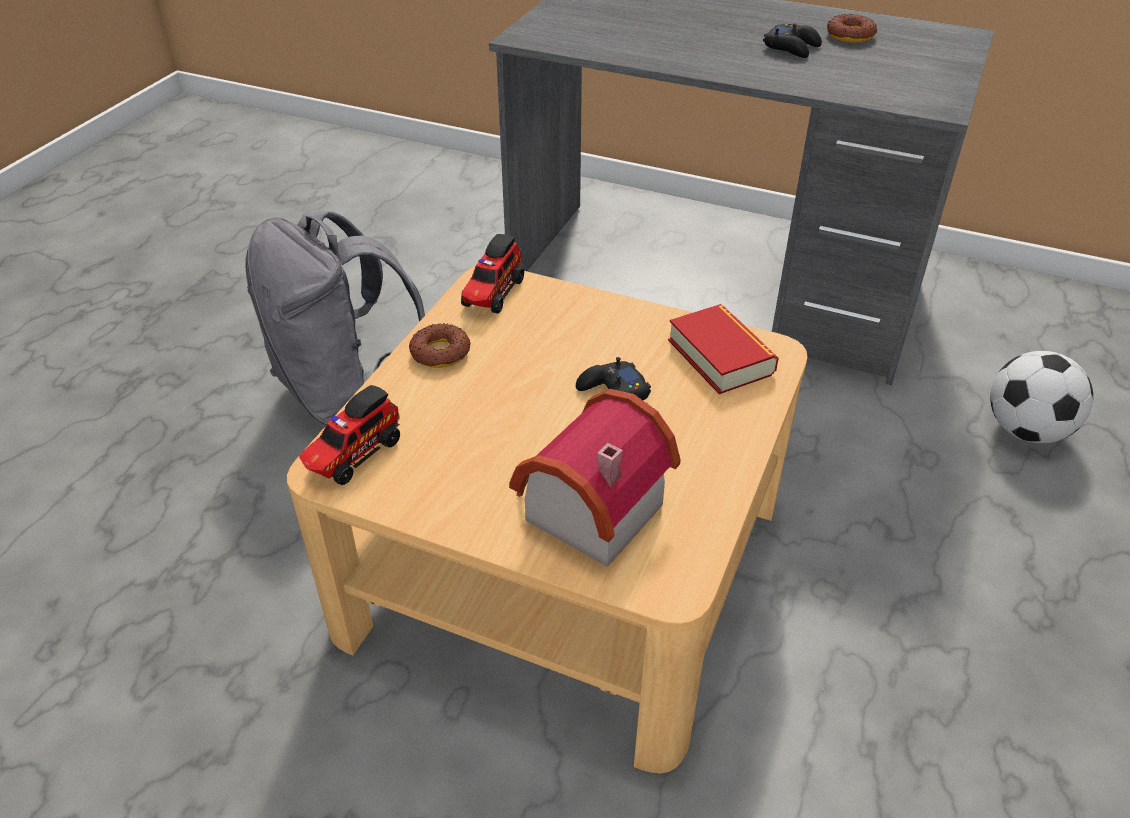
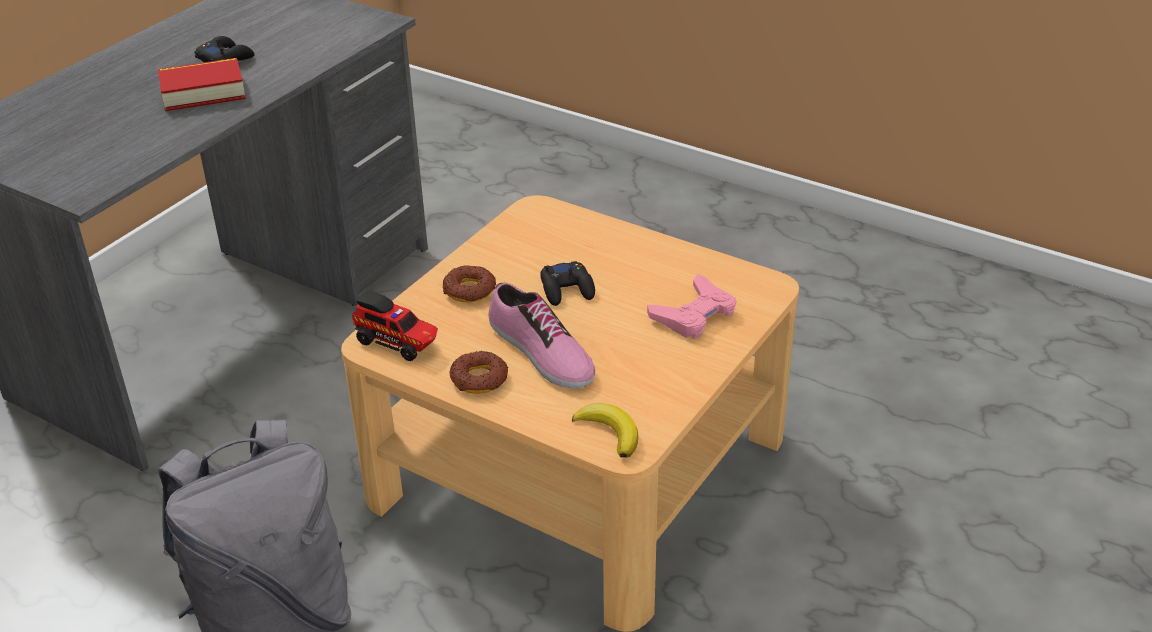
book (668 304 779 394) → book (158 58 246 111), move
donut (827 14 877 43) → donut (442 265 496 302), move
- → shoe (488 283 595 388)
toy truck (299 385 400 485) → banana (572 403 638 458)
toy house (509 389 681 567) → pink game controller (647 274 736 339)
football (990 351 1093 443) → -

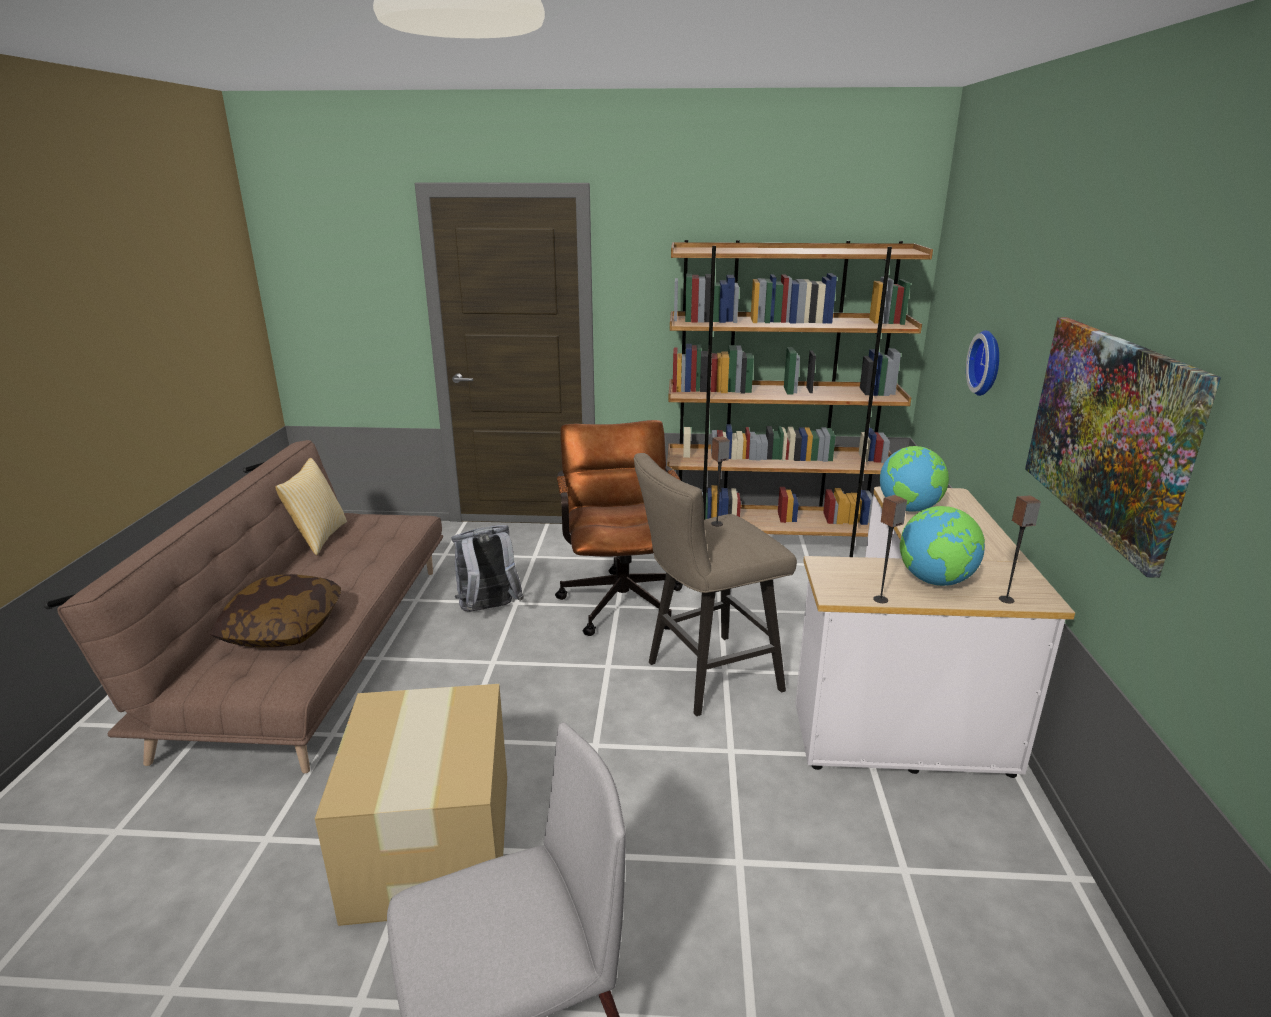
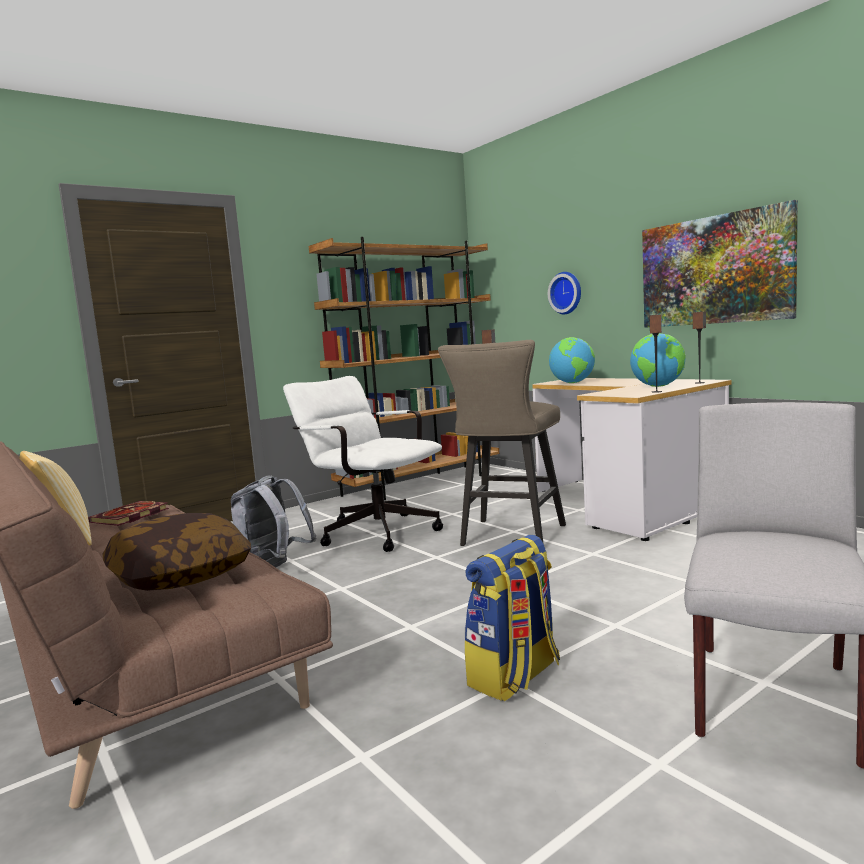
- → book (88 501 169 526)
brown office chair (555 420 683 636) → white office chair (283 376 443 552)
cardboard box (315 684 507 926) → backpack (465 534 560 702)

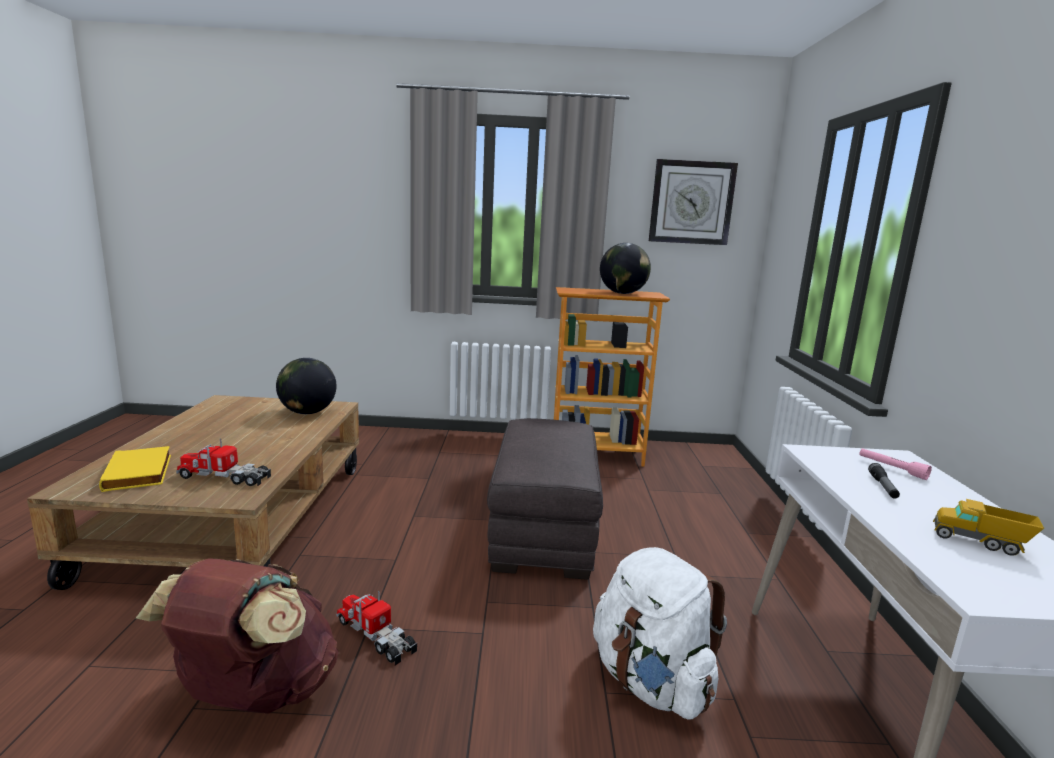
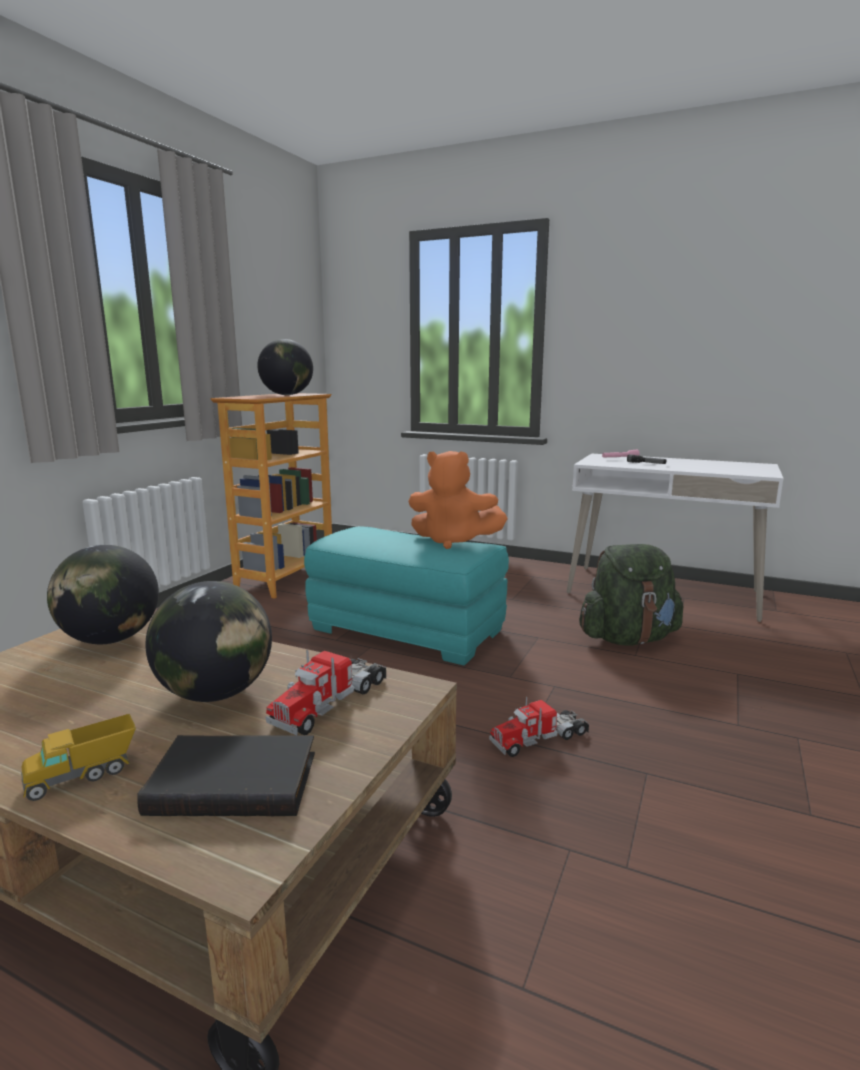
toy truck (933 499 1044 556) → toy truck (21 714 136 801), move
yellow book (99 446 171 492) → black book (137 735 315 816)
- → globe (145 581 272 702)
grey ottoman (487 418 603 580) → turquoise ottoman (304 526 509 666)
- → orange plush toy (408 451 508 549)
white backpack (593 547 727 720) → green backpack (579 544 683 645)
brown backpack (136 558 339 714) → -
wall clock (649 159 738 245) → -

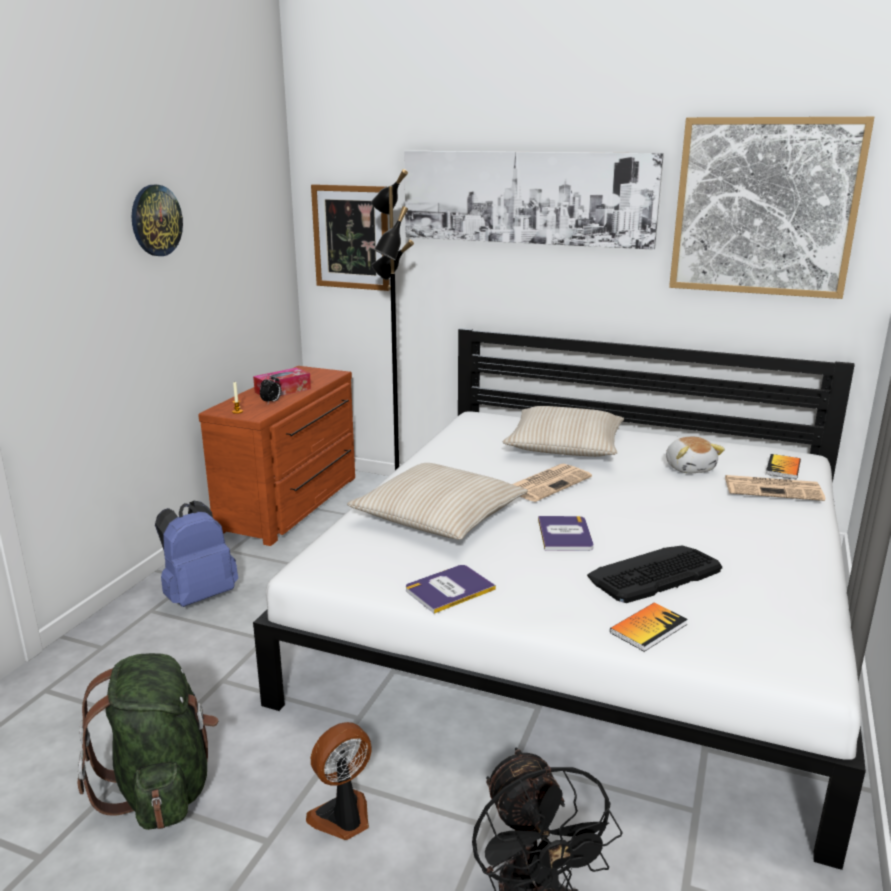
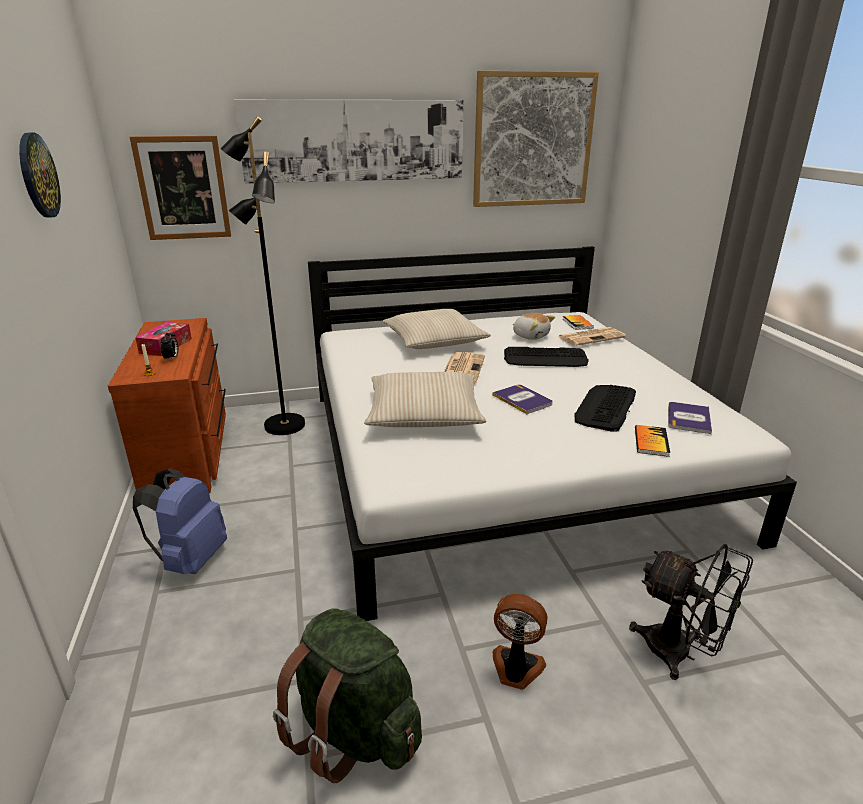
fan (306 722 371 840) → fan (493 594 548 690), 90 degrees clockwise
- → keyboard (504 347 589 367)
book (406 565 496 614) → book (668 402 712 434), move

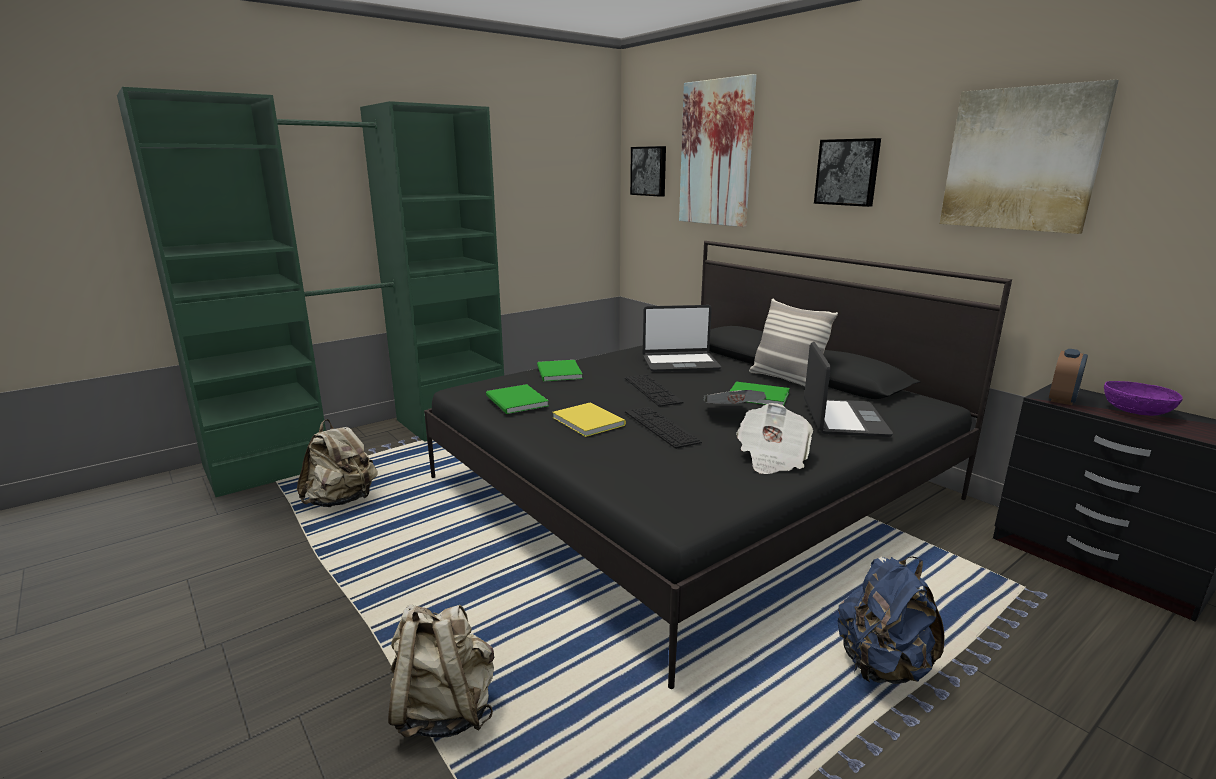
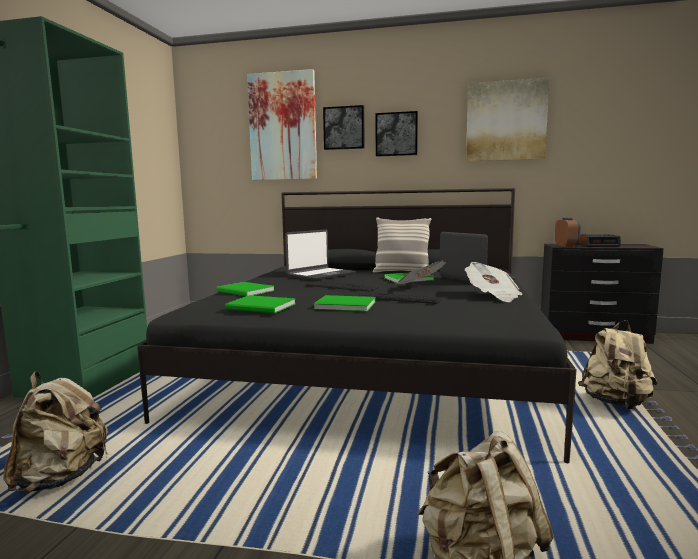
yellow book (552 402 626 437) → green book (313 295 376 312)
picture (630 146 666 197) → picture (323 105 365 150), move
purple bowl (1104 381 1183 416) → alarm clock (578 234 621 247)
blue backpack (837 557 944 684) → beige backpack (578 320 657 409)

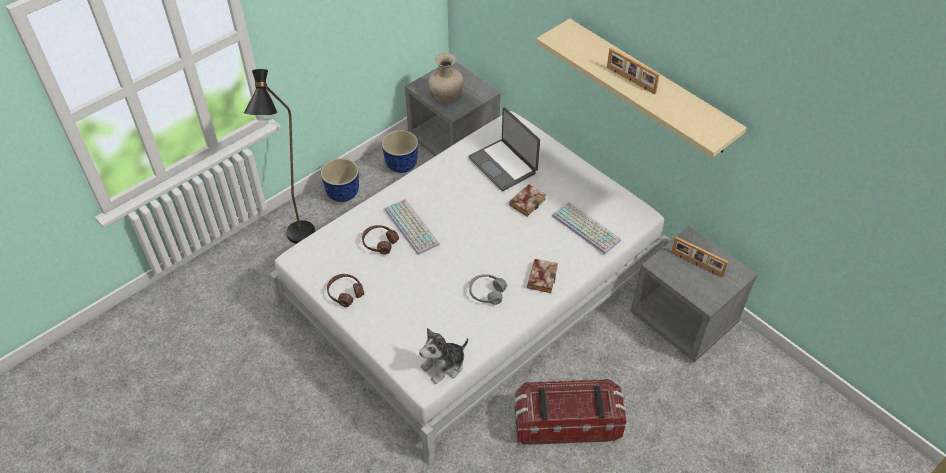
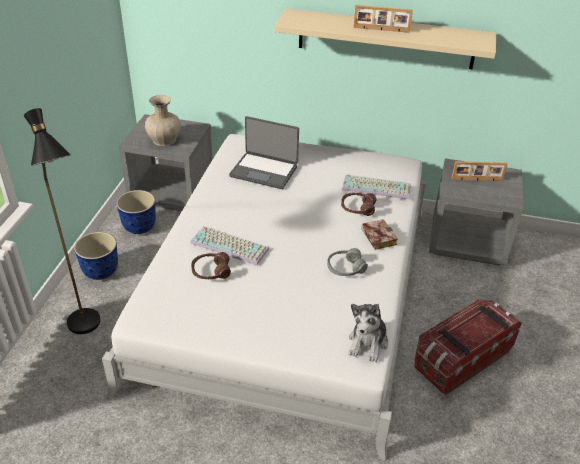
brown headphones (327 274 364 307) → brown headphones (341 193 376 216), move
book (509 184 546 216) → -

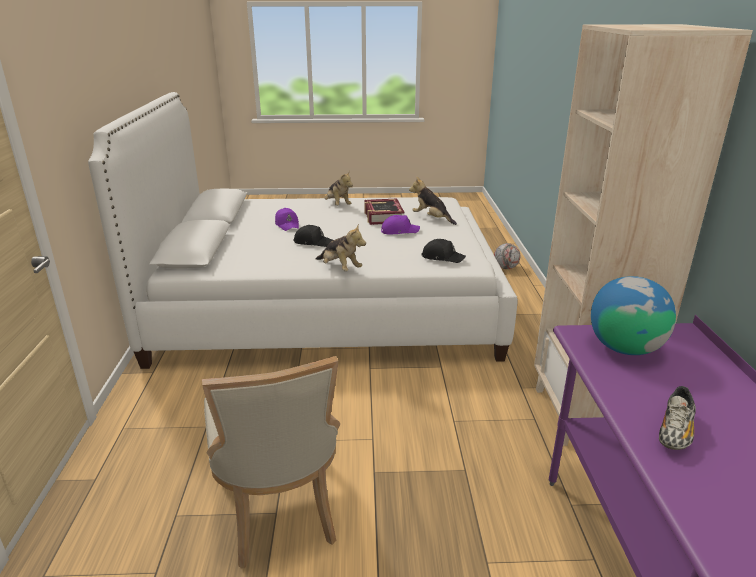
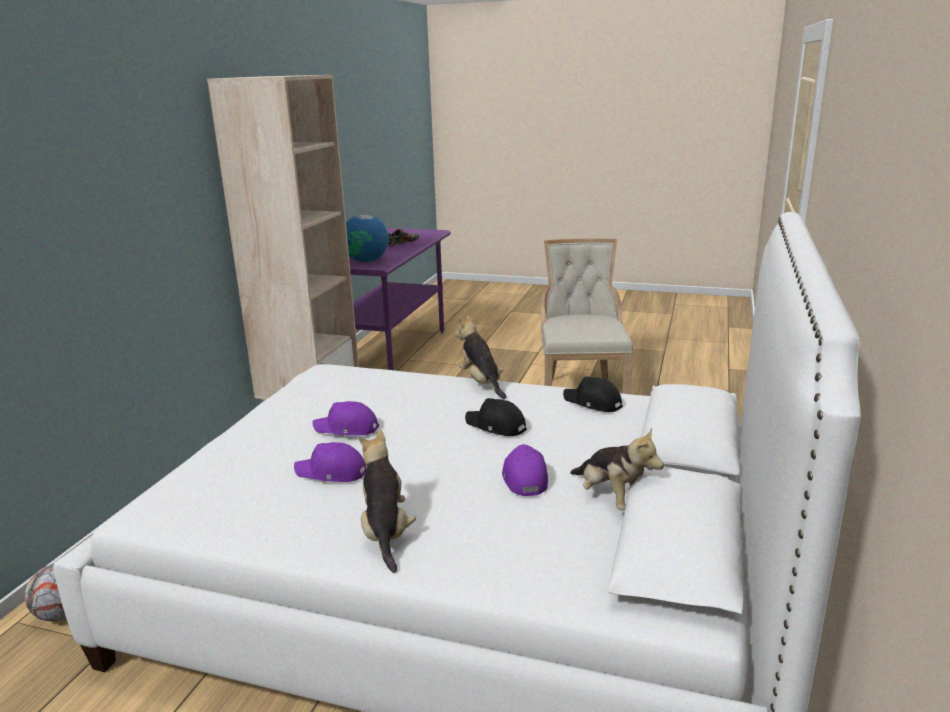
book (364 199 404 225) → purple cap (294 442 367 482)
black cap (421 239 466 263) → black cap (563 377 623 412), move
plush toy (409 177 457 225) → plush toy (570 428 664 510), move

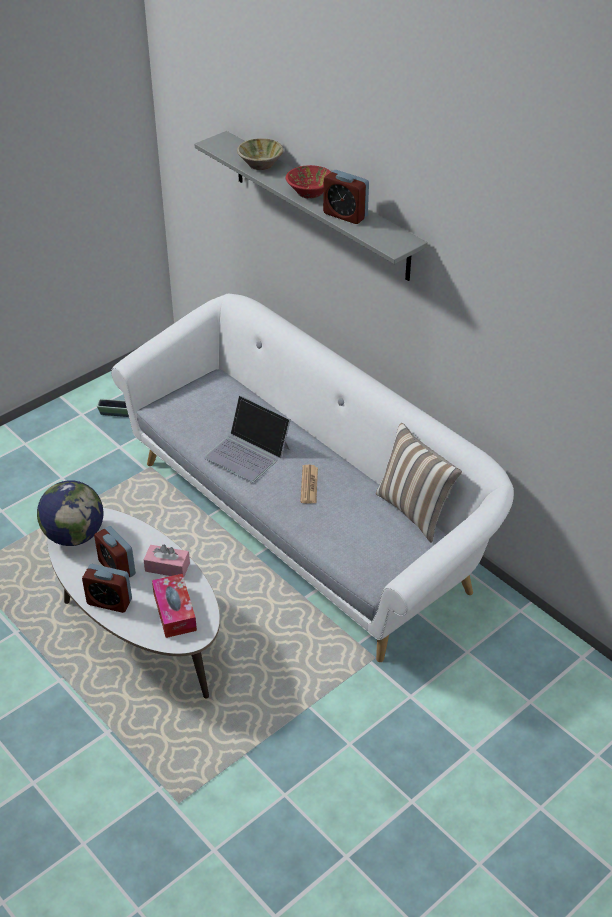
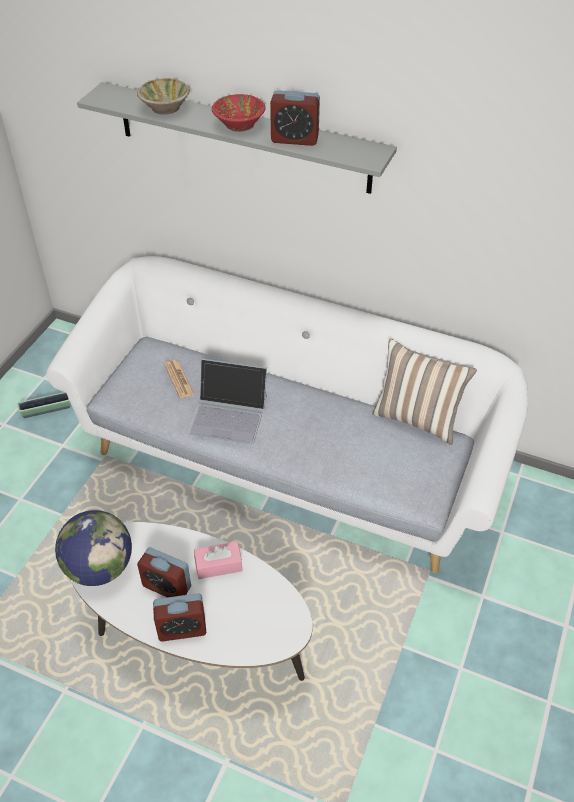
newspaper (300 465 318 503) → newspaper (164 360 195 398), move
tissue box (152 574 197 638) → -

